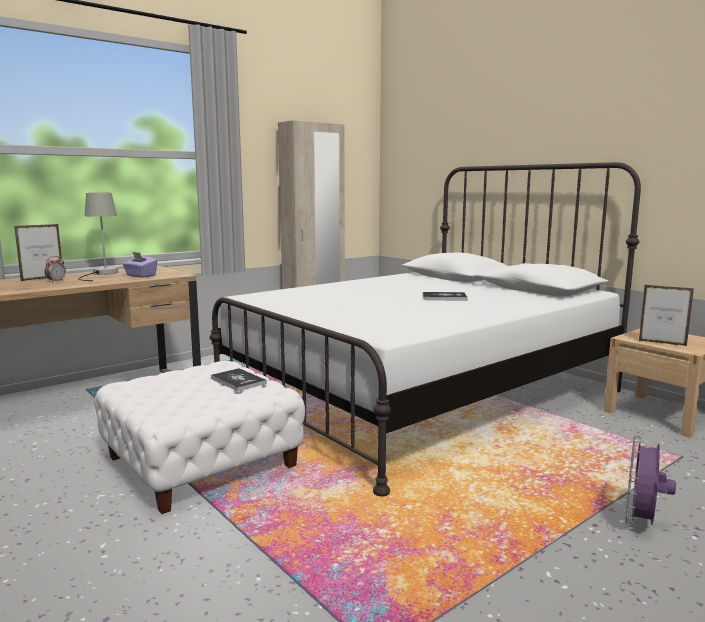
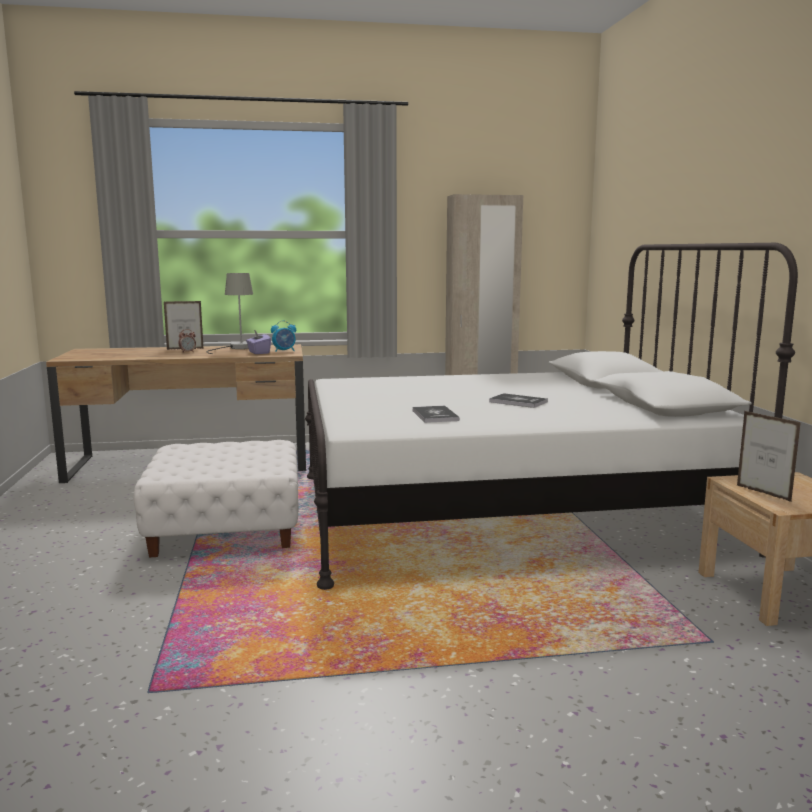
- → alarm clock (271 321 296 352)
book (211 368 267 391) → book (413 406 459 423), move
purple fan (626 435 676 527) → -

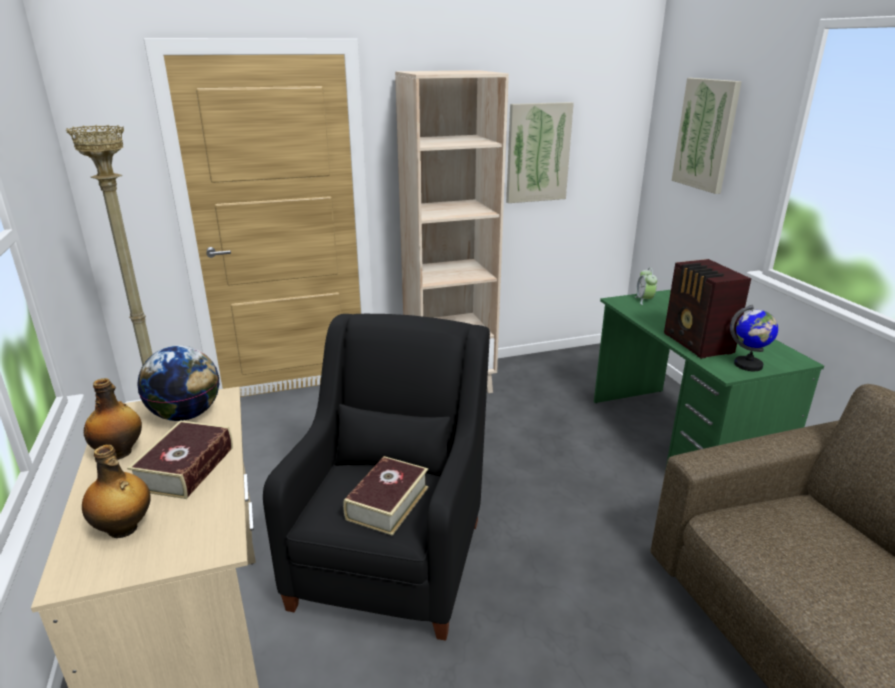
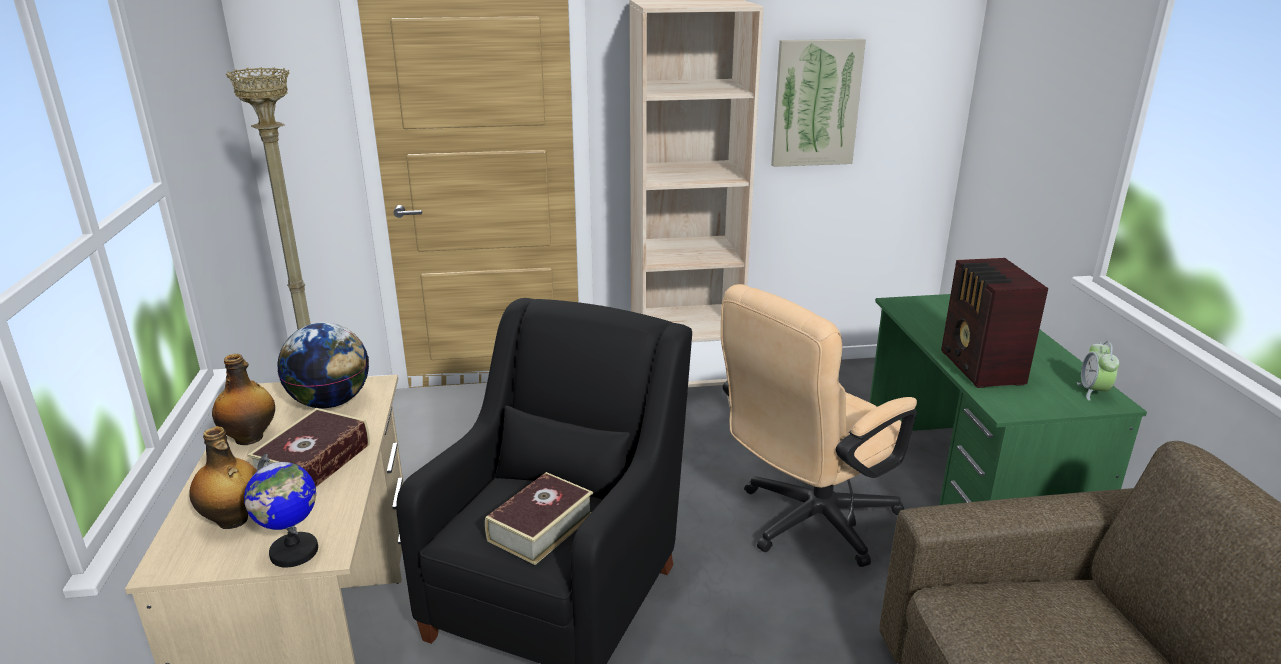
globe (730 305 778 371) → globe (244 454 318 568), move
- → beige office chair (721 284 917 567)
alarm clock (635 268 657 305) → alarm clock (1077 341 1120 401), move
picture (672 78 742 194) → -

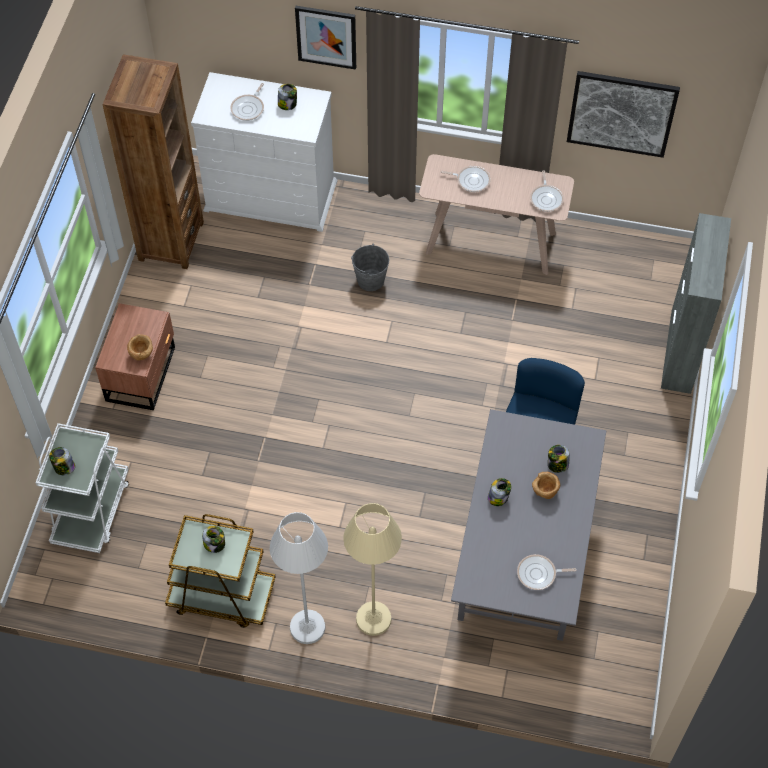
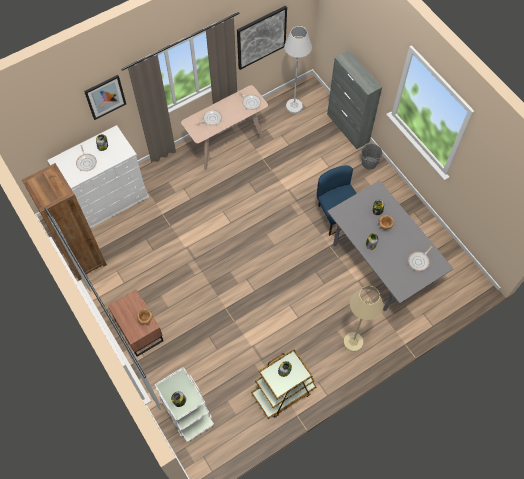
white floor lamp (270 512 328 644) → white floor lamp (284 26 312 113), move
grey bucket (351 244 389 291) → grey bucket (361 144 382 170), move

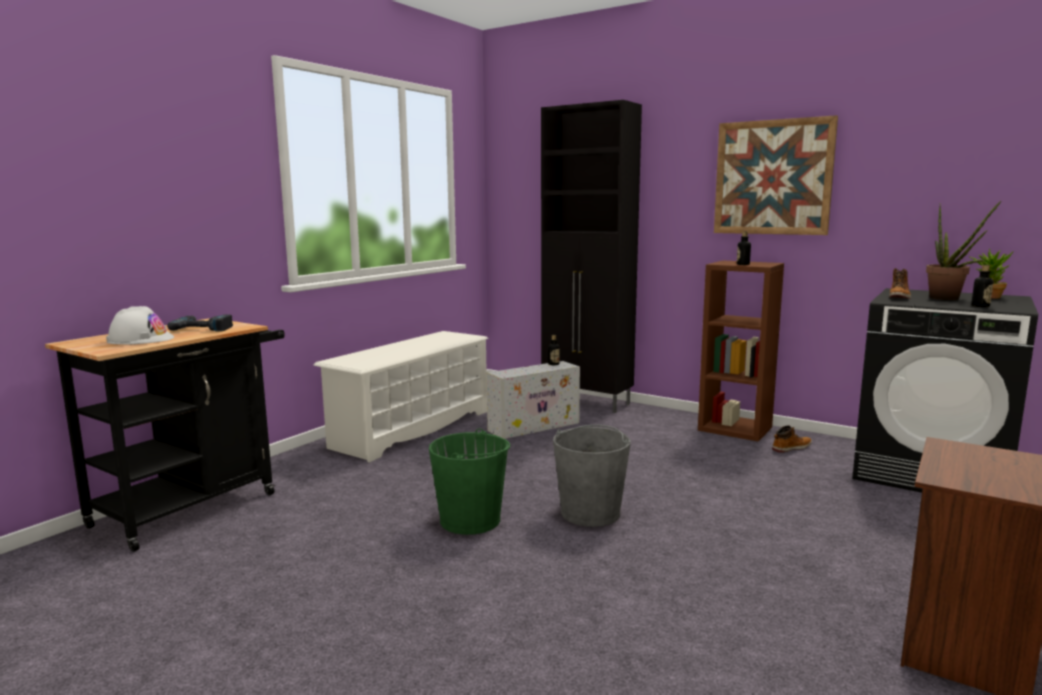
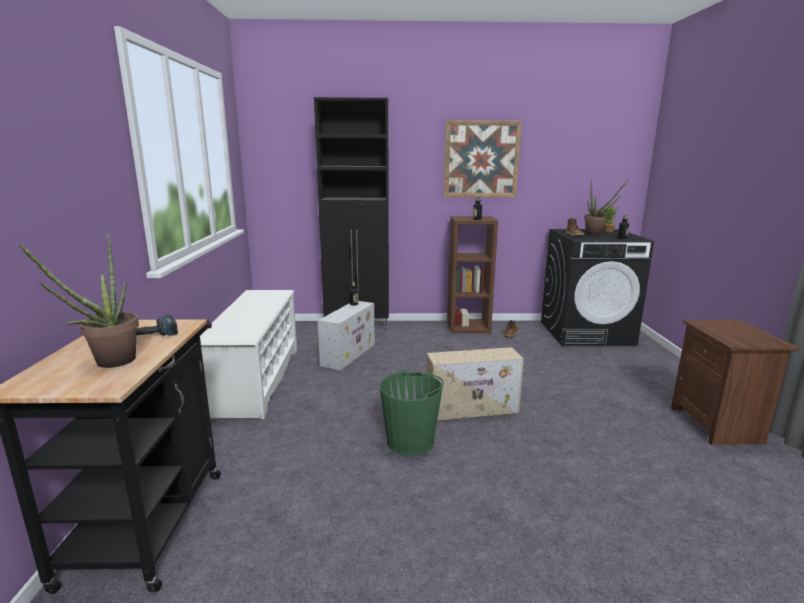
white hard hat (106 306 174 345) → potted plant (18 233 139 368)
grey bucket (553 425 631 527) → beige storage box (426 347 524 420)

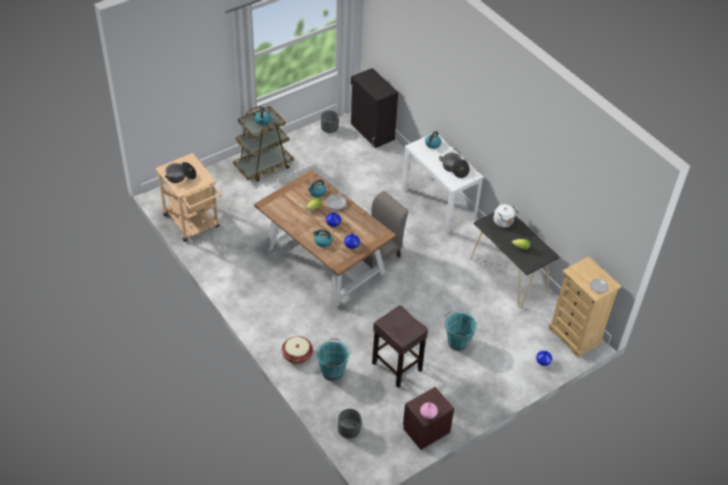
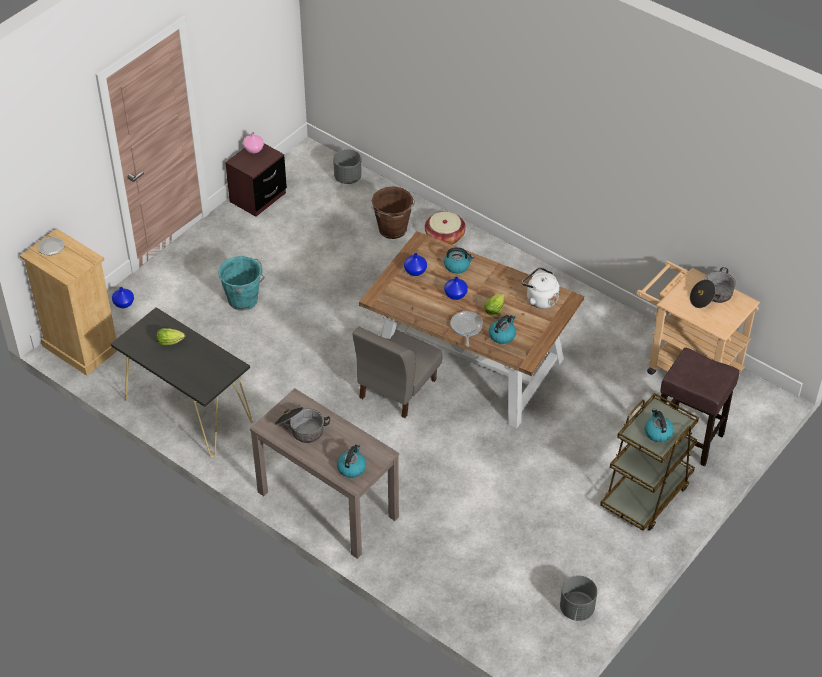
white console table (402 133 483 234) → brown console table (250 388 399 559)
turquoise bucket (317 338 351 381) → brown bucket (371 186 415 239)
white kettle (494 204 519 227) → white kettle (522 267 559 309), move
brown stool (372 305 428 388) → brown stool (660 348 740 466), move
black cabinet (351 68 398 148) → -

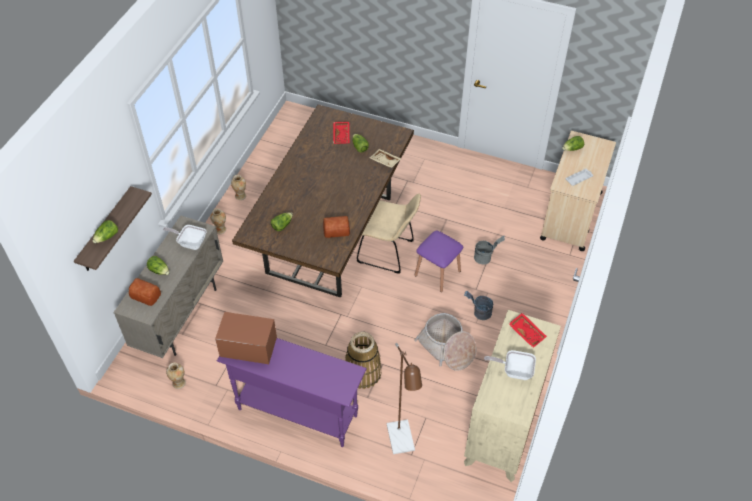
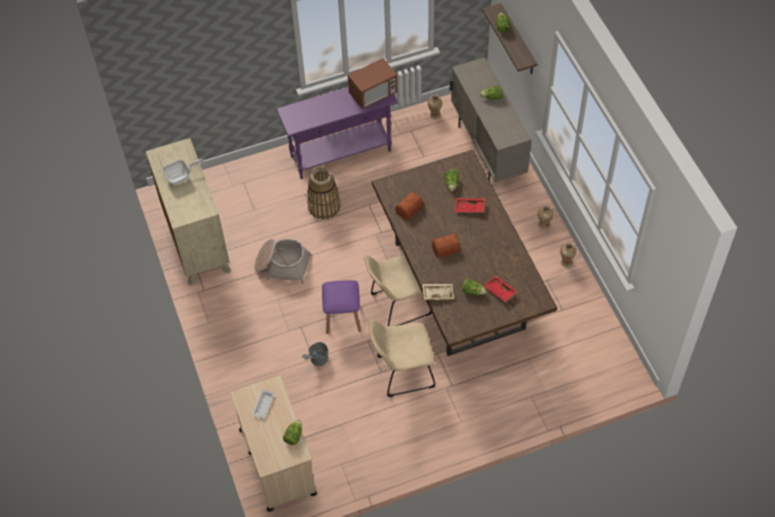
- → beige chair (369 319 435 397)
bread (129 278 161 306) → bread (432 233 460 257), move
red tray (509 313 547 348) → red tray (455 198 485 212), move
frying pan (163 225 207 250) → -
brown floor lamp (387 343 422 454) → -
grey bucket (464 291 493 320) → -

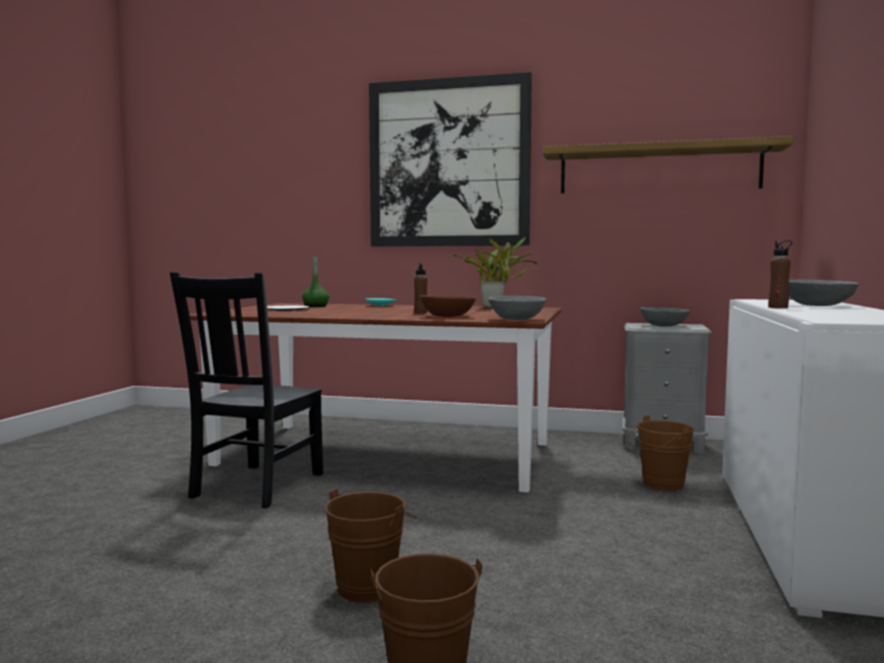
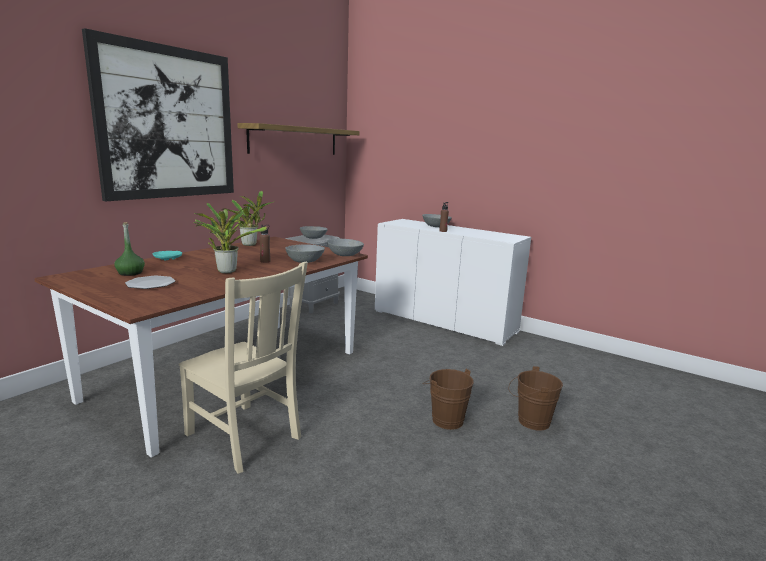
black chair (170 272 323 508) → beige chair (179 262 308 474)
- → potted plant (193 203 267 273)
brown bowl (420 295 476 317) → grey bowl (285 244 325 263)
brown bucket (627 415 694 491) → -

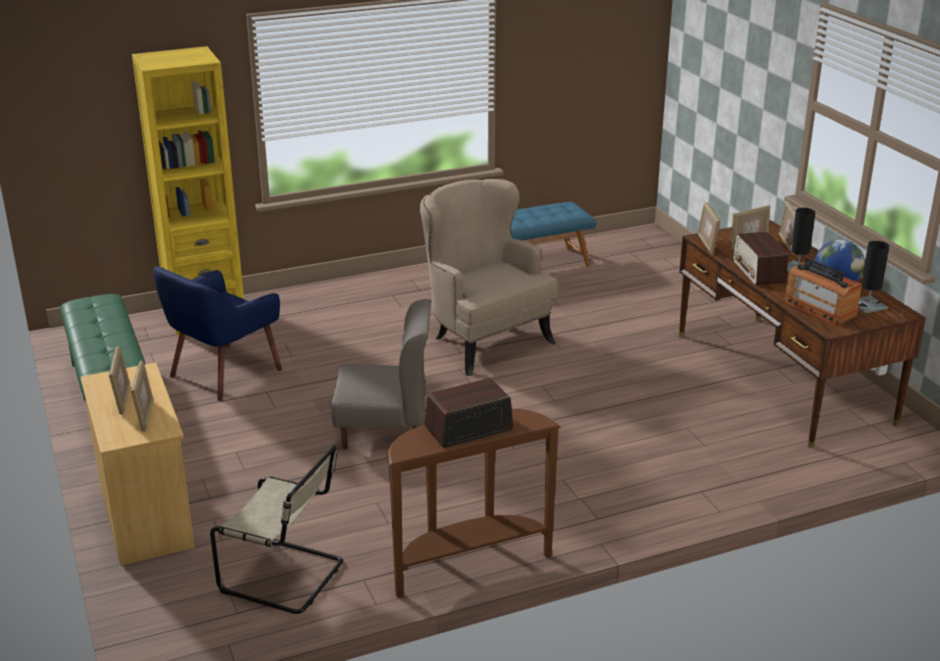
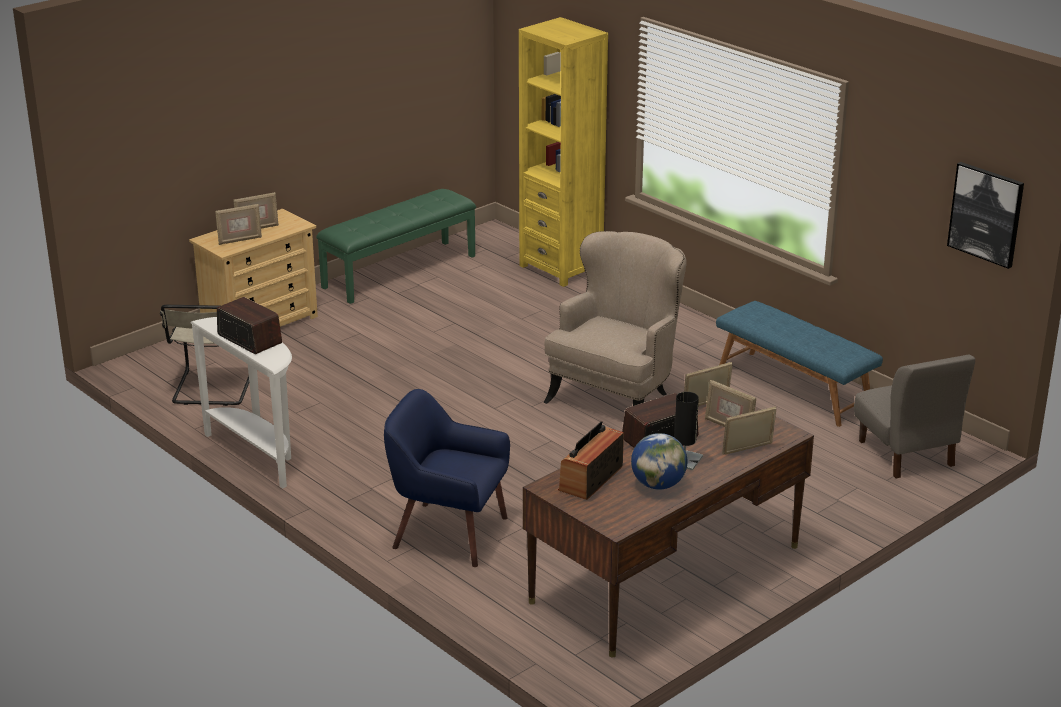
brown console table (387 409 561 598) → white console table (191 317 292 489)
blue armchair (153 267 282 401) → blue armchair (384 389 510 567), move
grey chair (331 299 431 449) → grey chair (854 355 975 478), move
- → picture (947 162 1024 269)
black table lamp (858 241 889 313) → -

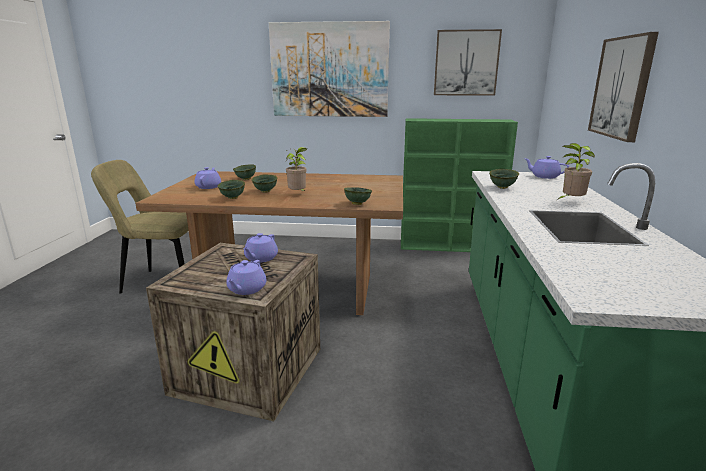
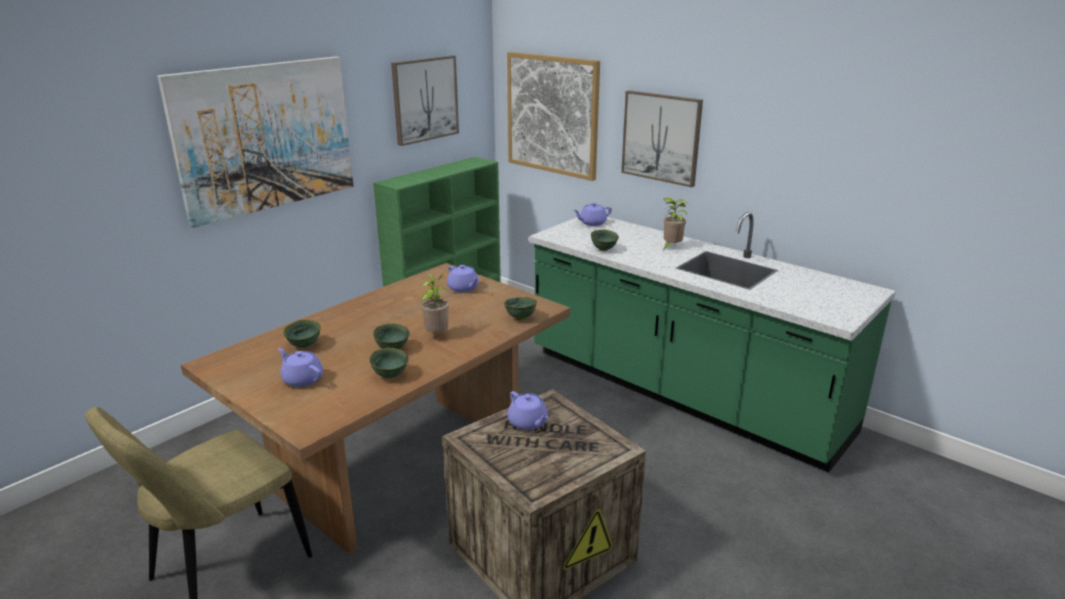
purple teapot (226 260 267 295) → purple teapot (447 265 479 292), move
- → picture (507 52 600 181)

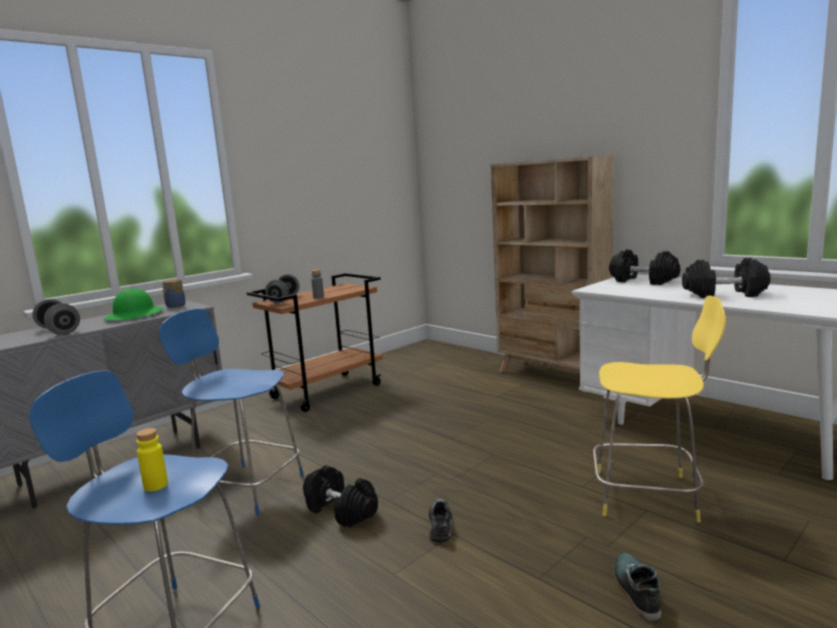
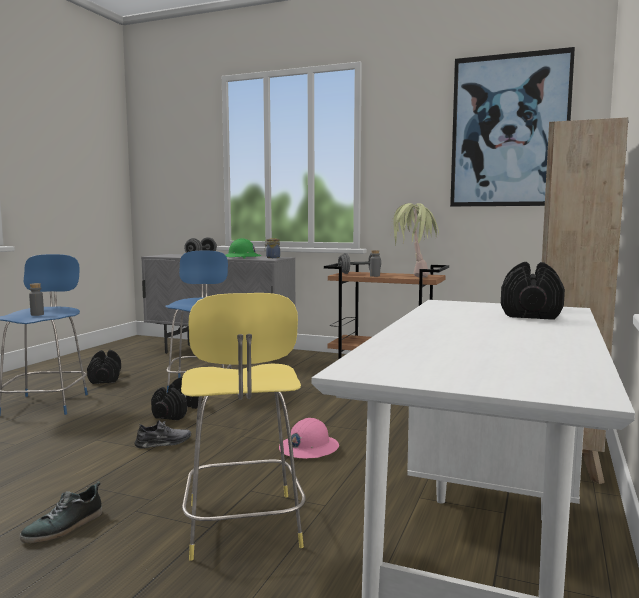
shoe (614 553 661 621) → shoe (20 481 102 543), 150 degrees clockwise
yellow bottle (136 428 168 492) → grey bottle (29 283 44 316)
black dumbbell (682 258 771 298) → black dumbbell (87 350 121 384), move
- → pink hard hat (279 418 339 459)
- → potted plant (390 203 439 278)
- → picture (450 47 575 207)

